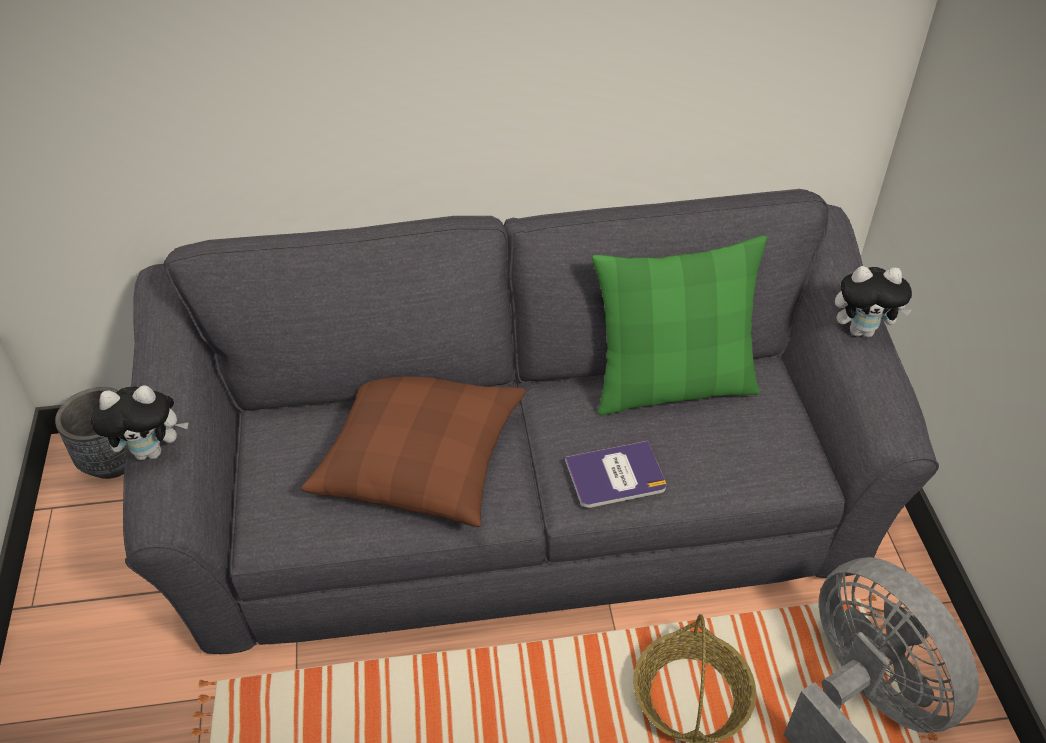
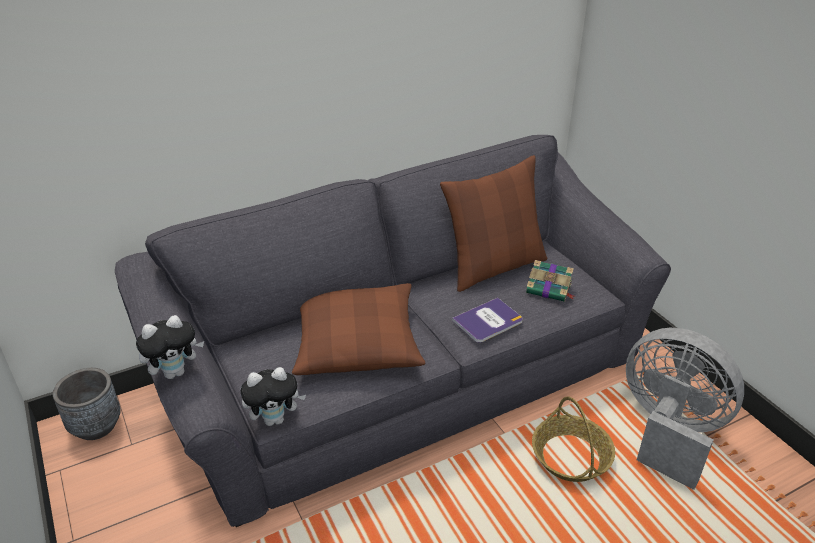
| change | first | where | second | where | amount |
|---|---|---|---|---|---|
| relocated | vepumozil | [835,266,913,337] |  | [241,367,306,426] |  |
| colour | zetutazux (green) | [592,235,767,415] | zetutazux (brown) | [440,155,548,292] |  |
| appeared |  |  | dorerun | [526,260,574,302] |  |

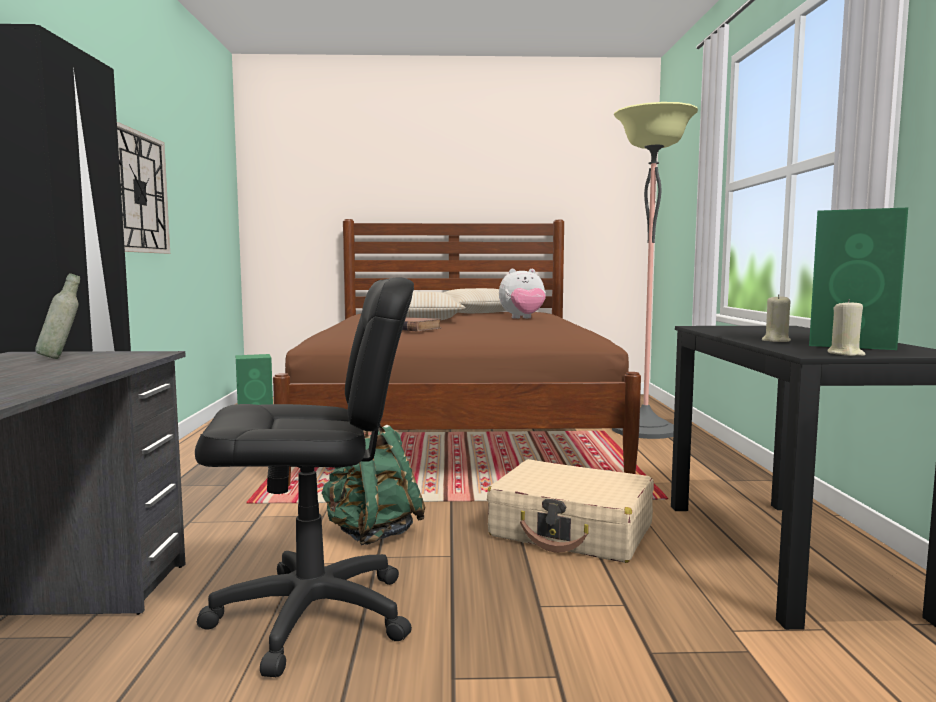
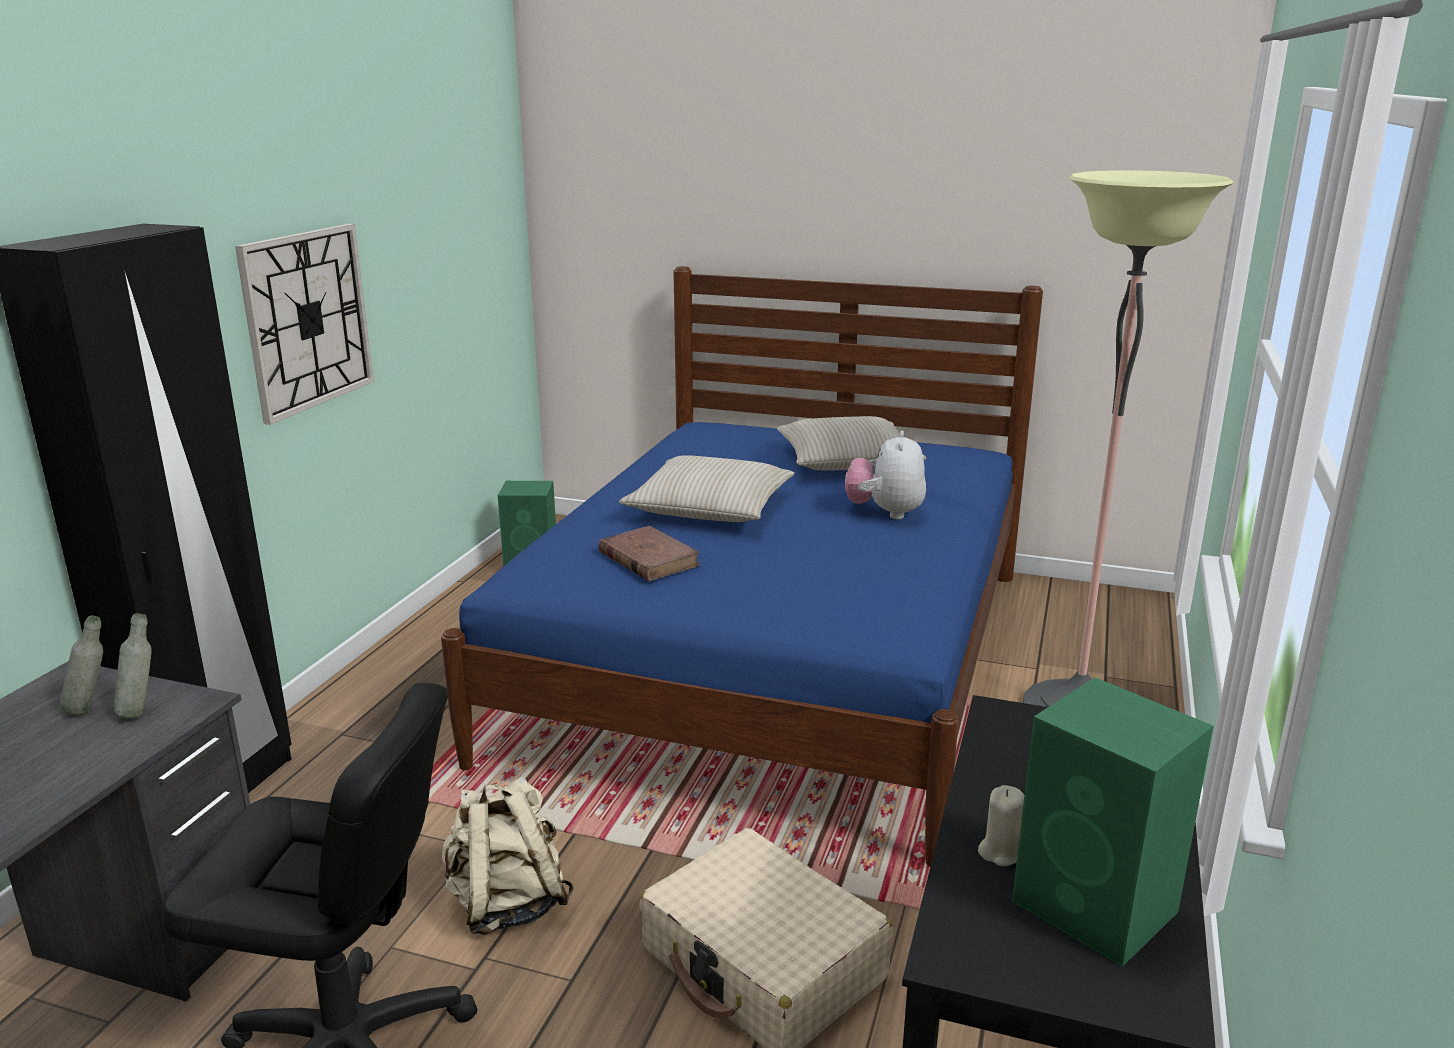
| change | first | where | second | where | amount |
|---|---|---|---|---|---|
| appeared |  |  | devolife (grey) | [113,613,152,718] |  |
| colour | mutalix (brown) | [273,219,641,487] | mutalix (blue) | [441,266,1043,866] |  |
| colour | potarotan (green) | [322,425,425,545] | potarotan (beige) | [442,776,574,935] |  |
| spun | vepumozil | [499,269,546,319] |  | [845,431,926,519] | 90 degrees clockwise |
| missing | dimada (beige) | [827,299,866,356] |  |  |  |

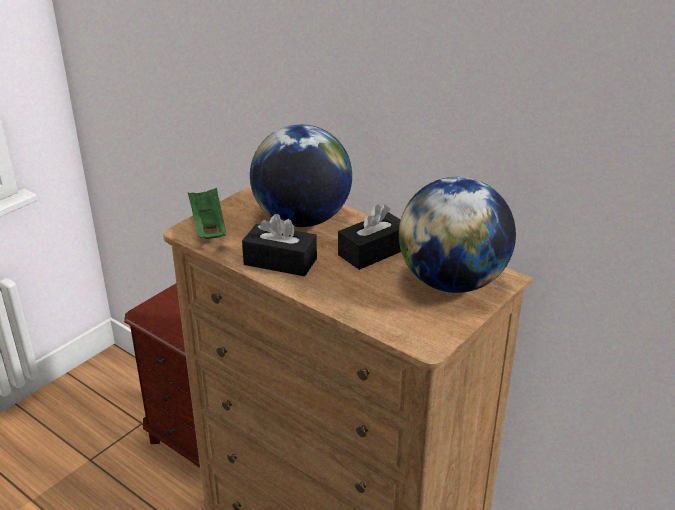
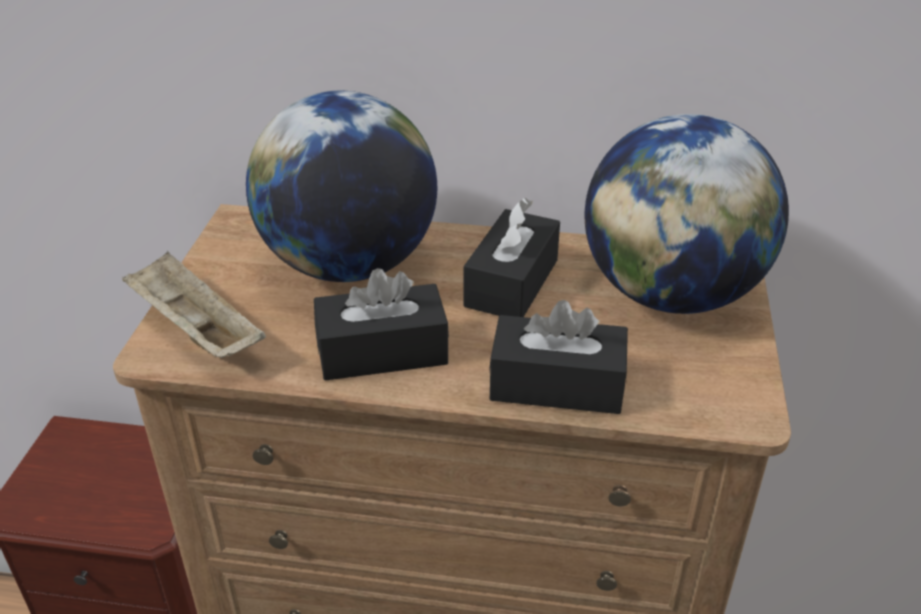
| change | first | where | second | where | amount |
|---|---|---|---|---|---|
| colour | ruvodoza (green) | [188,188,226,239] | ruvodoza (beige) | [122,252,266,358] |  |
| appeared |  |  | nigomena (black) | [489,300,628,414] |  |

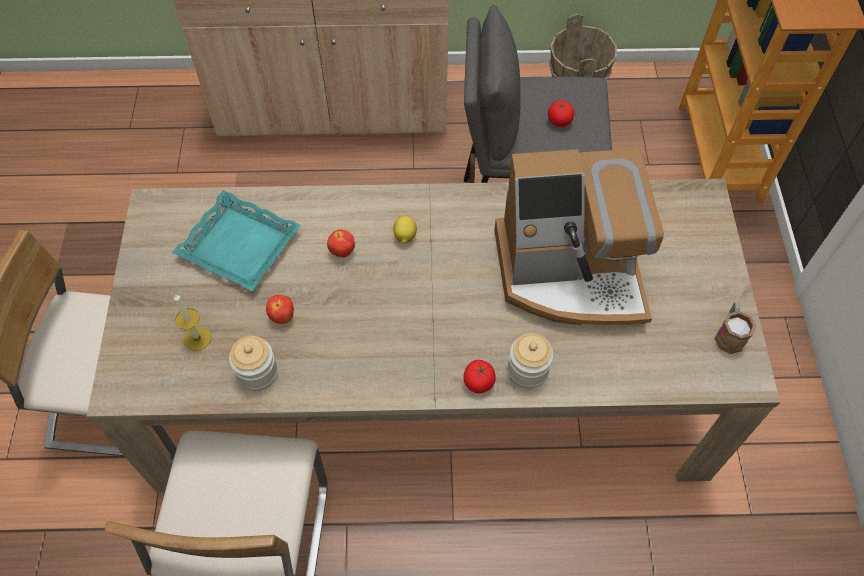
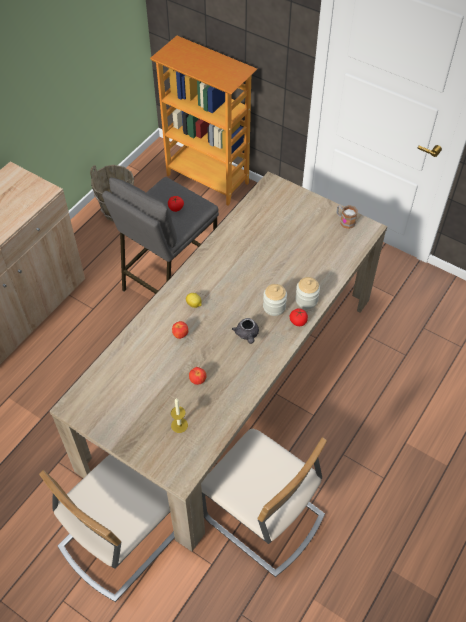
| change | first | where | second | where | amount |
|---|---|---|---|---|---|
| appeared |  |  | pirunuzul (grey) | [232,318,259,344] |  |
| relocated | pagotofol | [229,336,278,391] |  | [263,284,287,316] |  |
| missing | ruvodoza (turquoise) | [172,190,301,291] |  |  |  |
| missing | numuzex | [494,148,664,325] |  |  |  |

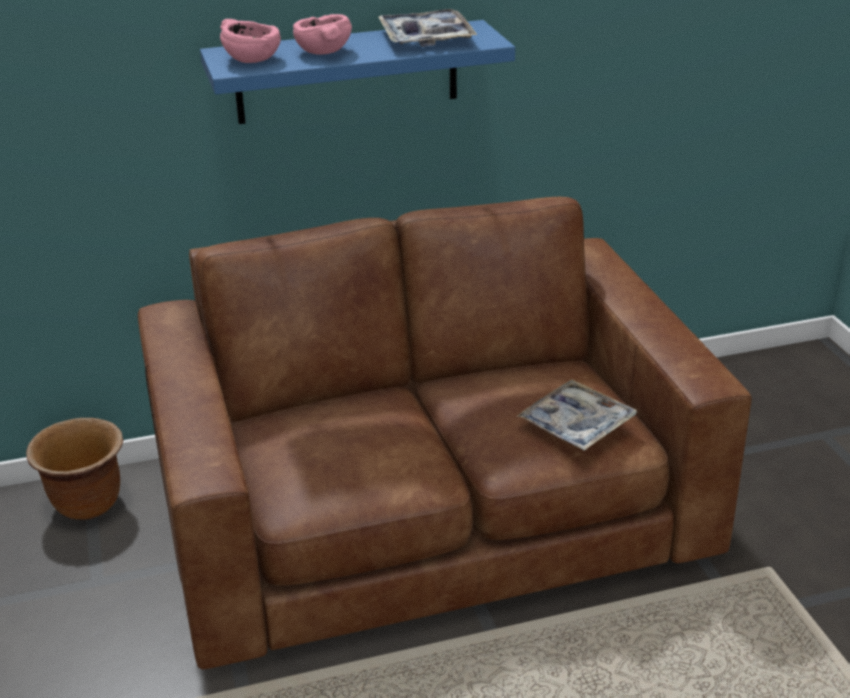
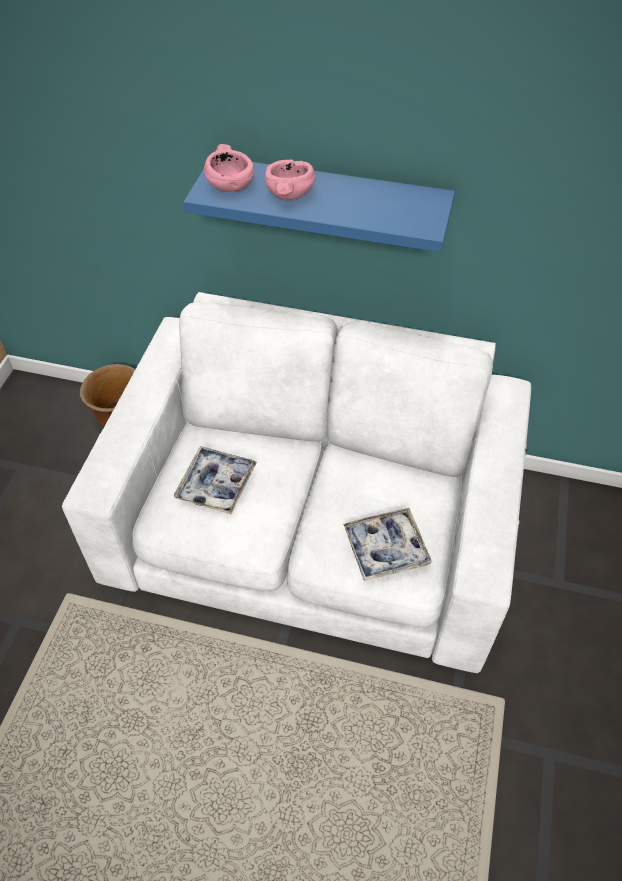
| change | first | where | second | where | amount |
|---|---|---|---|---|---|
| colour | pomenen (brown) | [138,197,752,669] | pomenen (white) | [62,292,531,673] |  |
| relocated | ruvodoza | [378,9,477,47] |  | [173,446,257,514] |  |

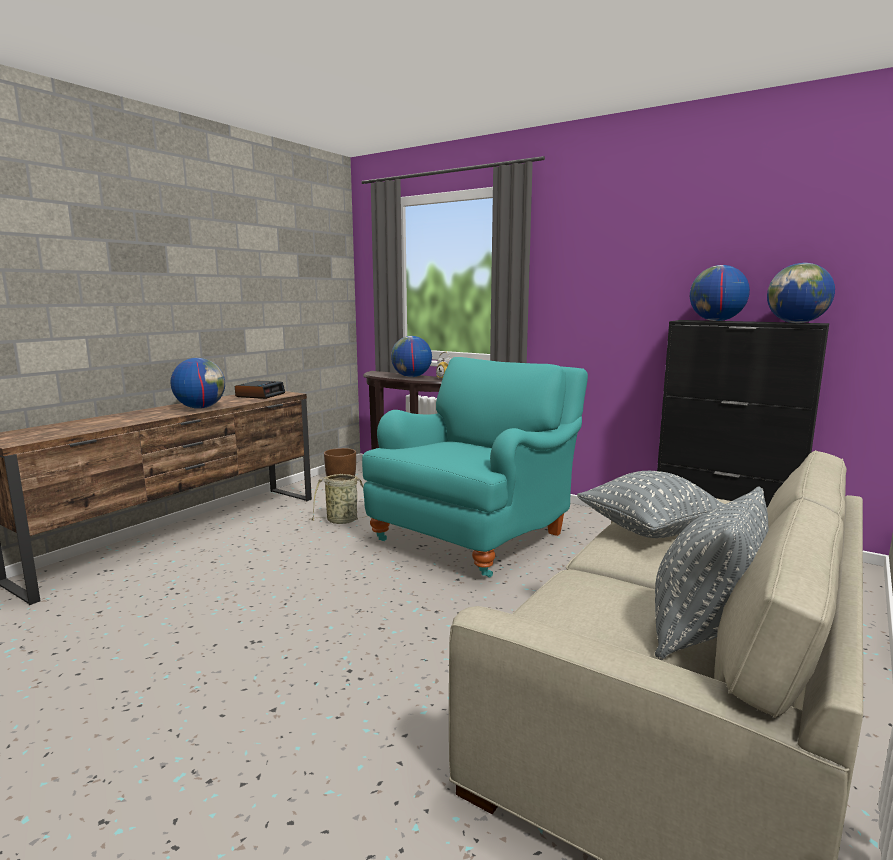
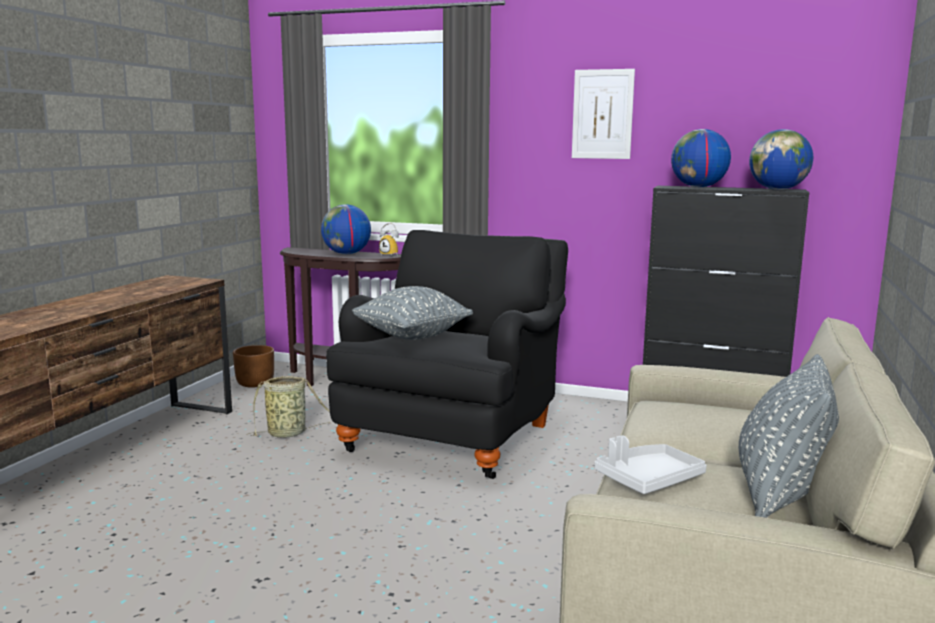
| change | first | where | second | where | amount |
|---|---|---|---|---|---|
| colour | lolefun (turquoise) | [362,357,588,578] | lolefun (black) | [326,230,568,479] |  |
| relocated | zetutazux (grey) | [577,471,725,538] |  | [352,286,473,340] |  |
| appeared |  |  | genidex | [572,69,635,159] |  |
| appeared |  |  | ruvodoza (grey) | [595,435,707,494] |  |
| missing | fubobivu | [171,358,225,409] |  |  |  |
| missing | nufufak | [235,381,285,399] |  |  |  |

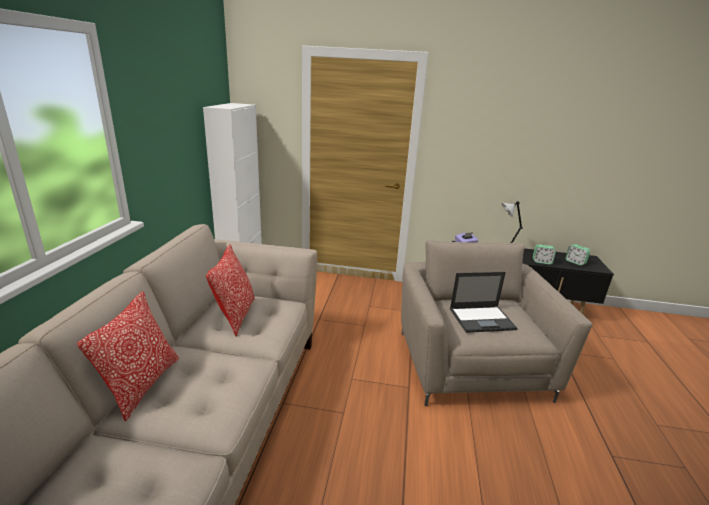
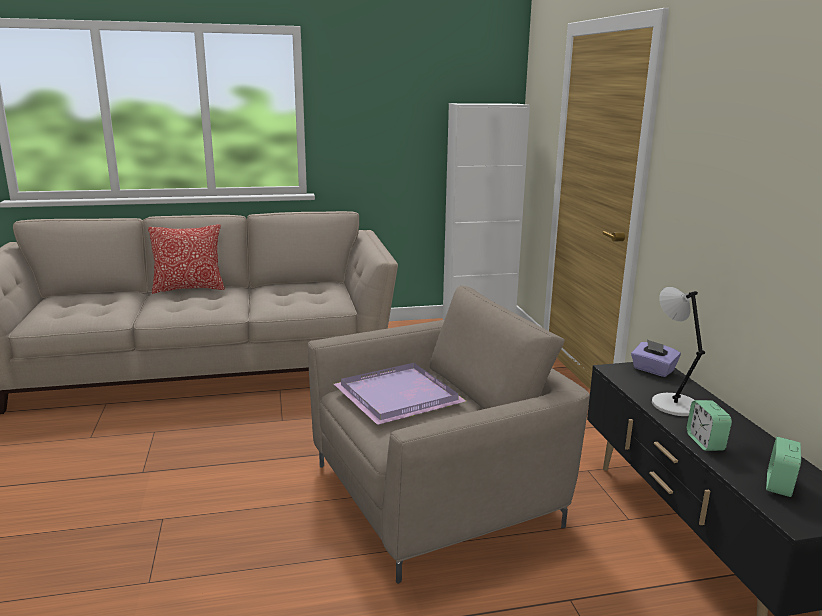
| change | first | where | second | where | amount |
|---|---|---|---|---|---|
| exchanged | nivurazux | [450,272,517,333] | ruvodoza (purple) | [334,363,466,425] |  |
| missing | zetutazux | [206,244,255,336] |  |  |  |

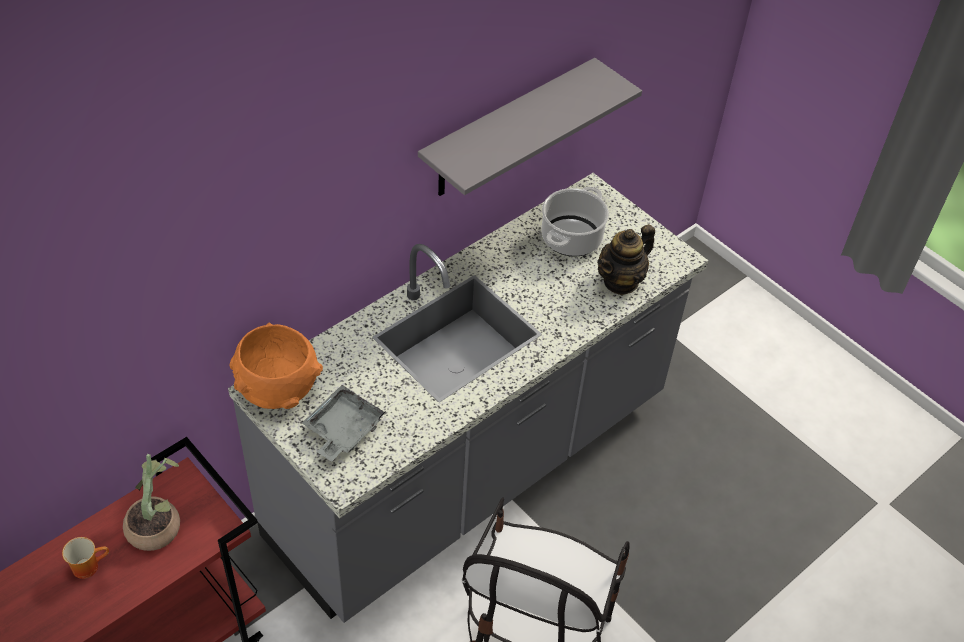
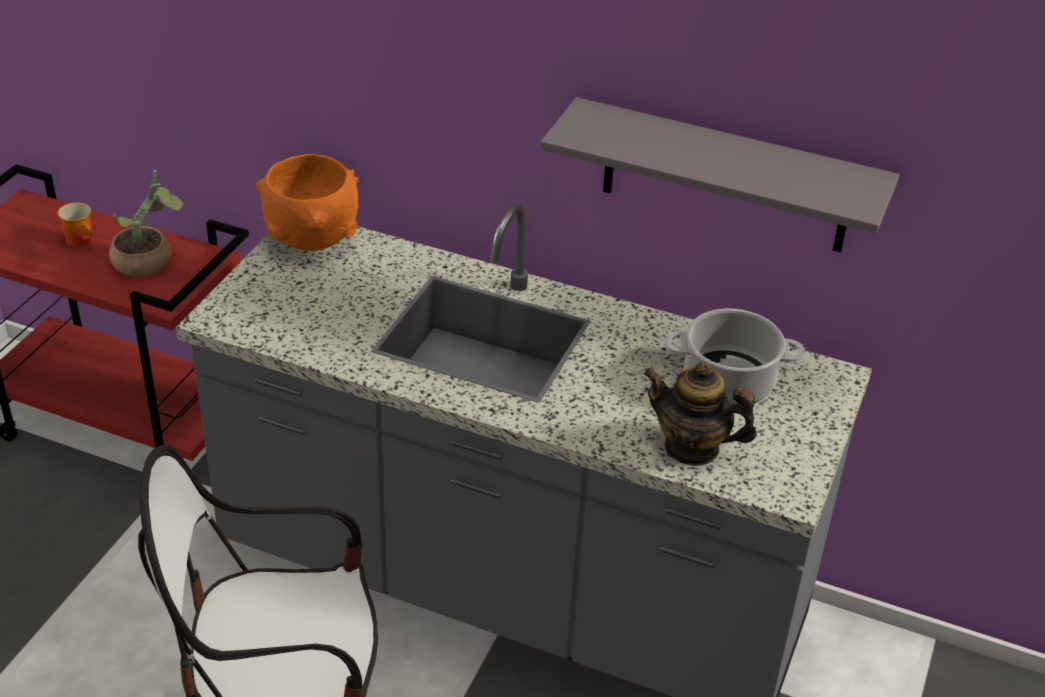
| change | first | where | second | where | amount |
|---|---|---|---|---|---|
| missing | ruvodoza (grey) | [302,385,386,462] |  |  |  |

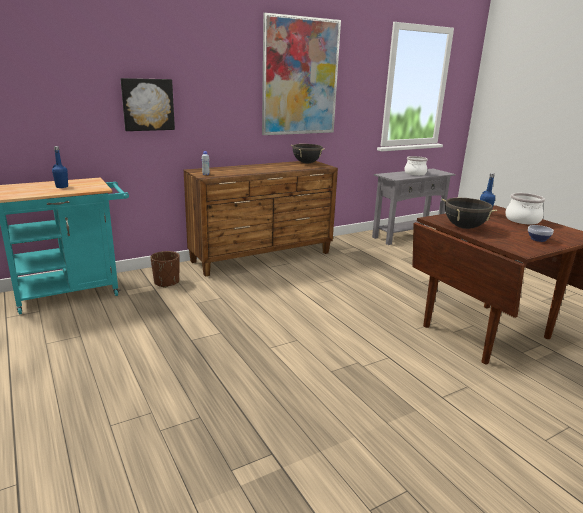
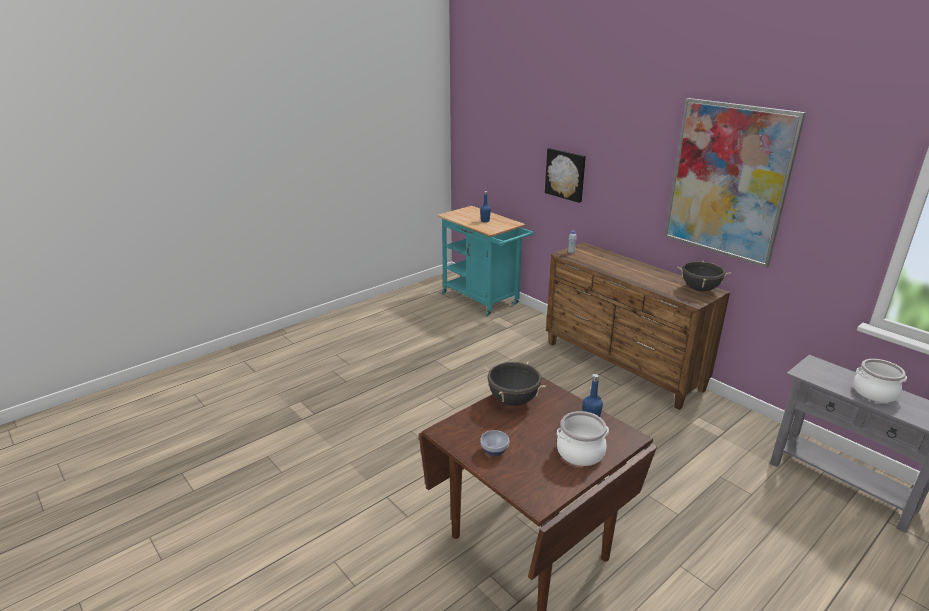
| change | first | where | second | where | amount |
|---|---|---|---|---|---|
| missing | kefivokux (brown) | [150,251,180,288] |  |  |  |

